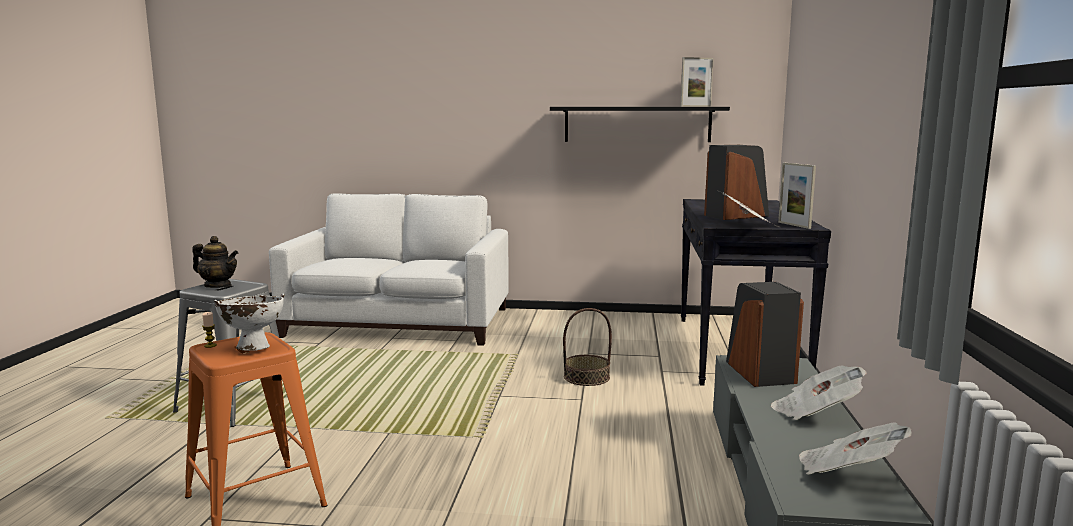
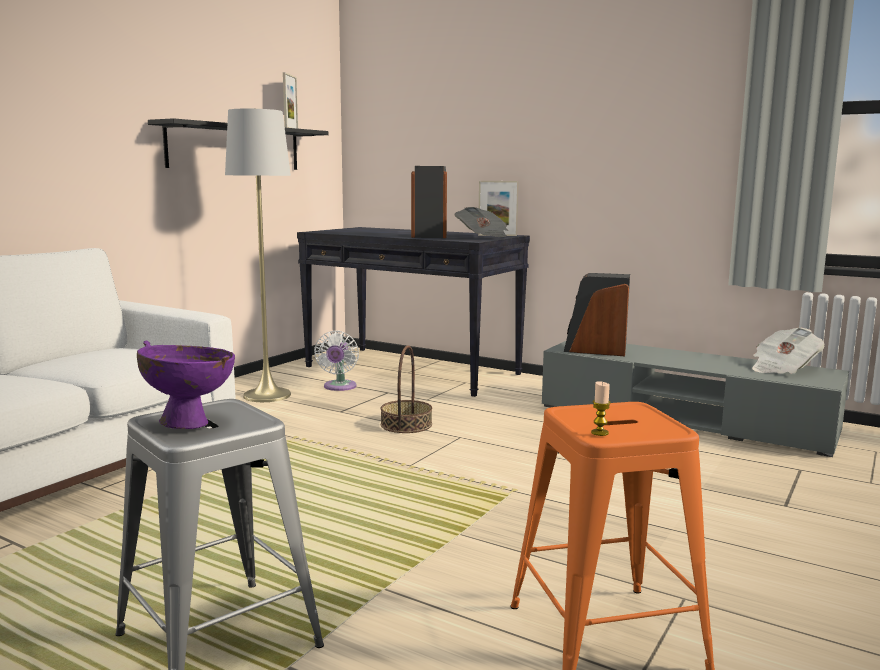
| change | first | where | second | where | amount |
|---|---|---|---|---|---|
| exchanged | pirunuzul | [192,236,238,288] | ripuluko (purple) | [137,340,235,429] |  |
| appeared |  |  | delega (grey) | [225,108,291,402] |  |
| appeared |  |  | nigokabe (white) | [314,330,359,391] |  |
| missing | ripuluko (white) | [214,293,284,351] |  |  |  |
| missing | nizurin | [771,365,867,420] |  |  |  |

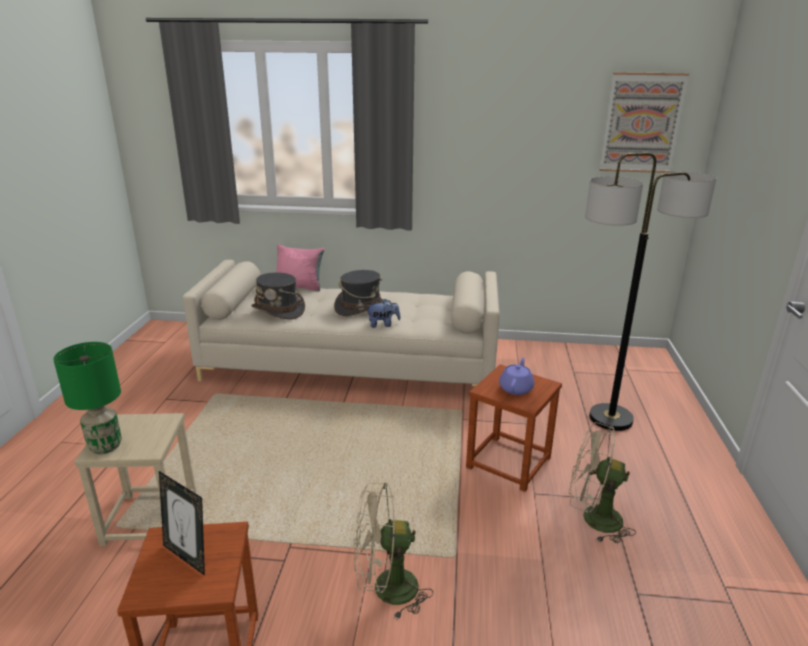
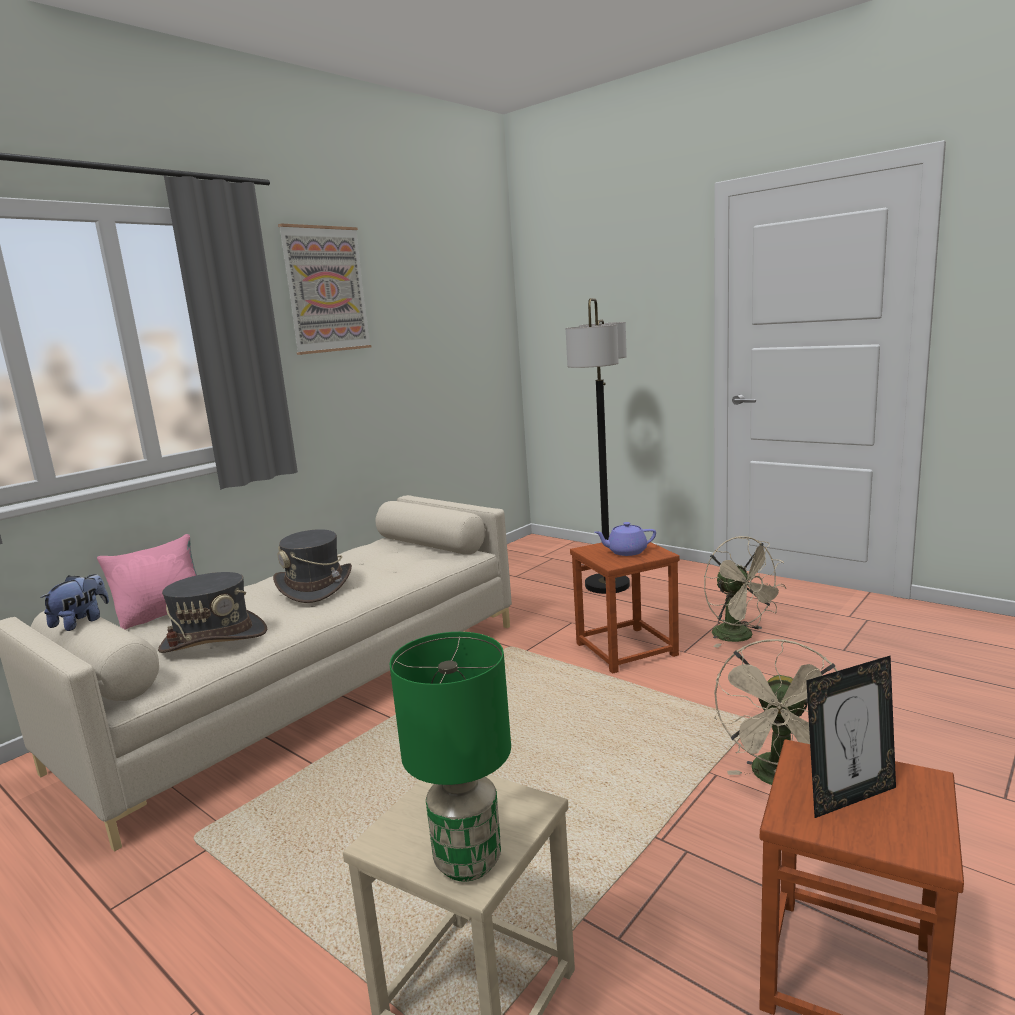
| change | first | where | second | where | amount |
|---|---|---|---|---|---|
| relocated | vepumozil | [366,299,400,328] |  | [40,574,109,631] |  |
| relocated | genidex | [599,72,689,173] |  | [278,223,371,355] |  |
| spun | pirunuzul (purple) | [499,358,534,395] |  | [594,522,656,556] | 60 degrees counterclockwise |
| spun | nigokabe (beige) | [569,422,636,543] |  | [704,536,786,648] | 75 degrees counterclockwise |

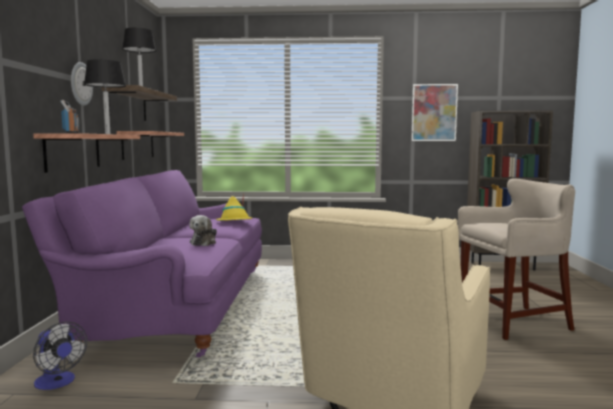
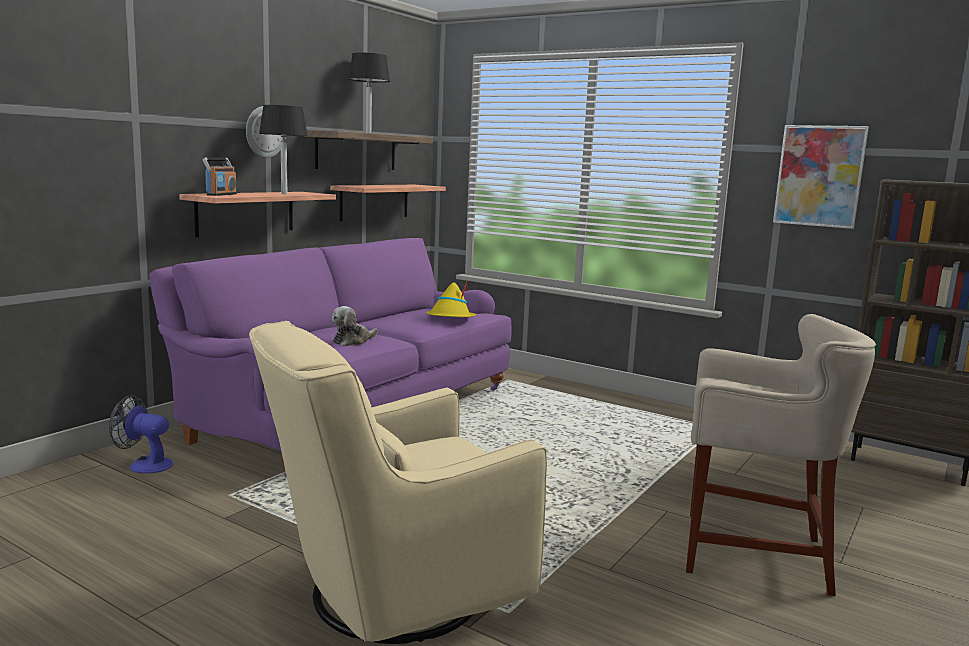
| change | first | where | second | where | amount |
|---|---|---|---|---|---|
| spun | nigokabe | [33,322,87,390] |  | [109,395,174,473] | 120 degrees clockwise |

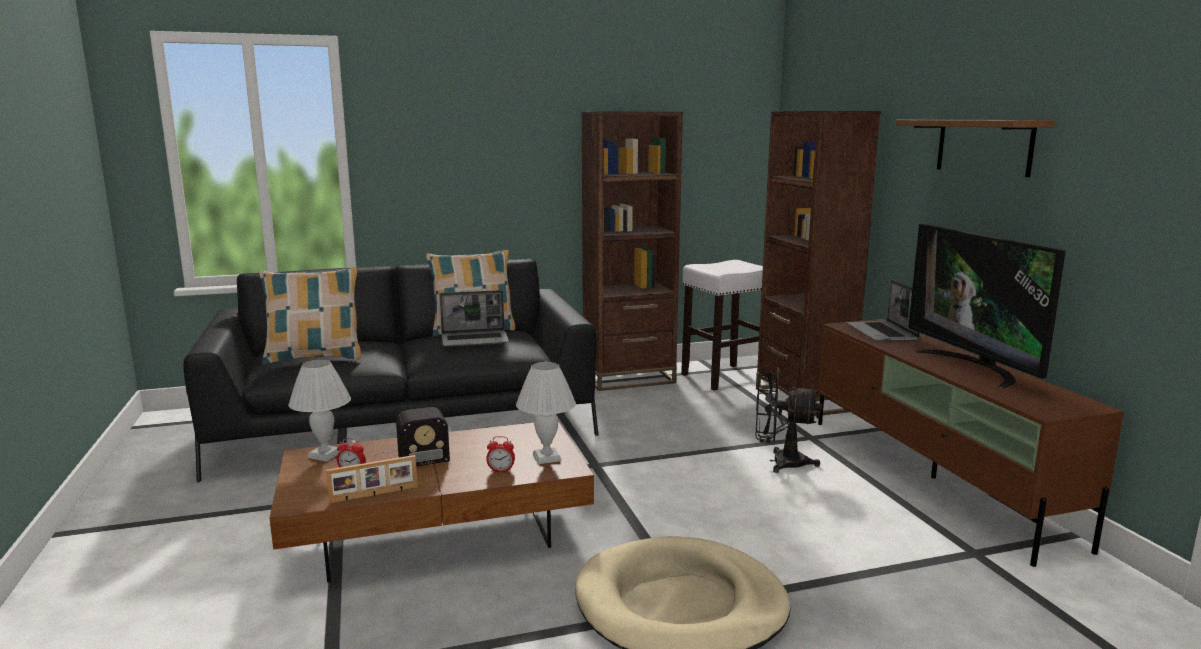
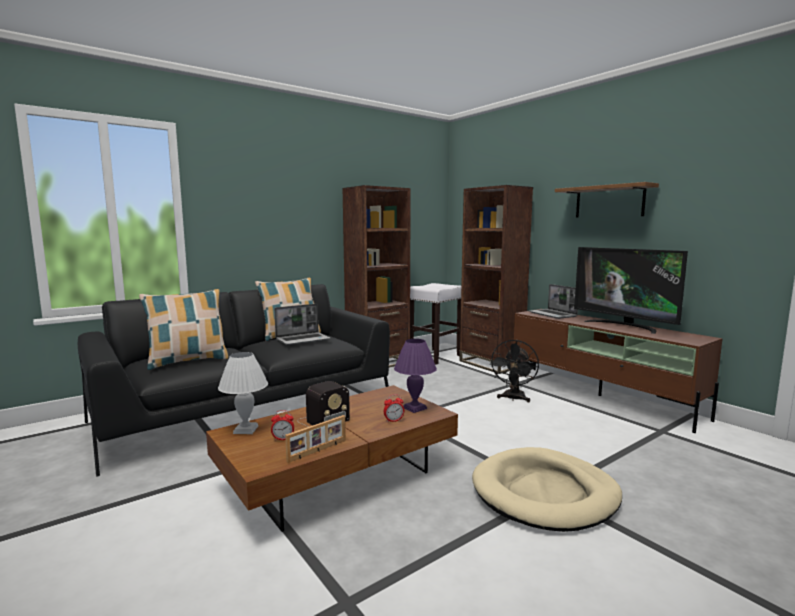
| change | first | where | second | where | amount |
|---|---|---|---|---|---|
| colour | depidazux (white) | [516,362,576,464] | depidazux (purple) | [394,339,437,413] |  |
| spun | nigokabe (black) | [756,367,822,473] |  | [490,340,539,402] | 60 degrees counterclockwise |

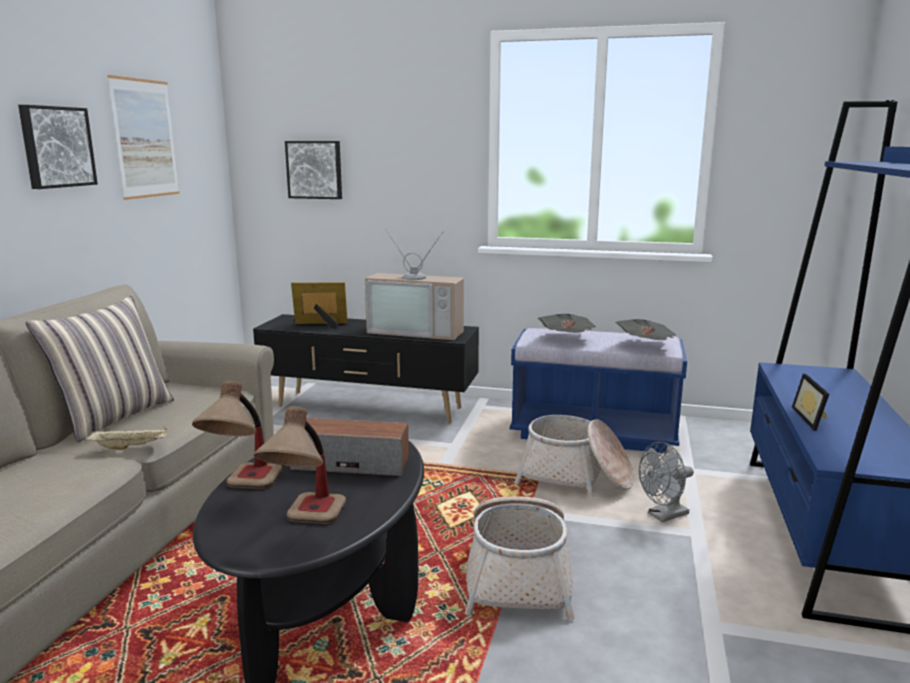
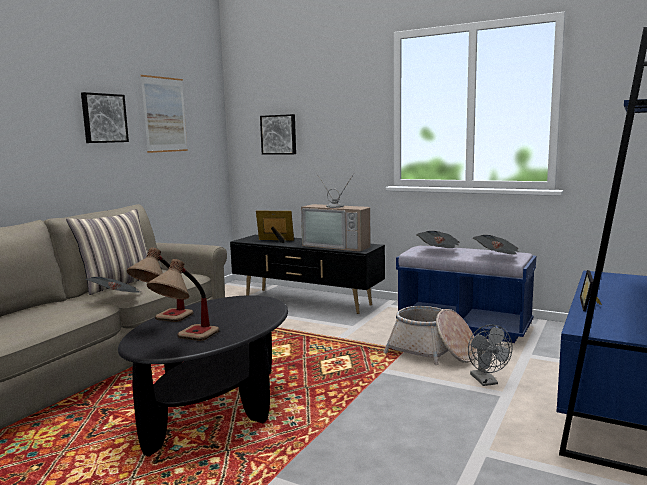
| change | first | where | second | where | amount |
|---|---|---|---|---|---|
| exchanged | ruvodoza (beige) | [86,427,167,450] | nizurin | [85,277,140,293] |  |
| spun | nigokabe (grey) | [639,442,694,522] |  | [468,324,513,386] | 90 degrees counterclockwise |
| missing | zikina | [290,418,409,476] |  |  |  |
| missing | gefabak | [465,496,575,621] |  |  |  |

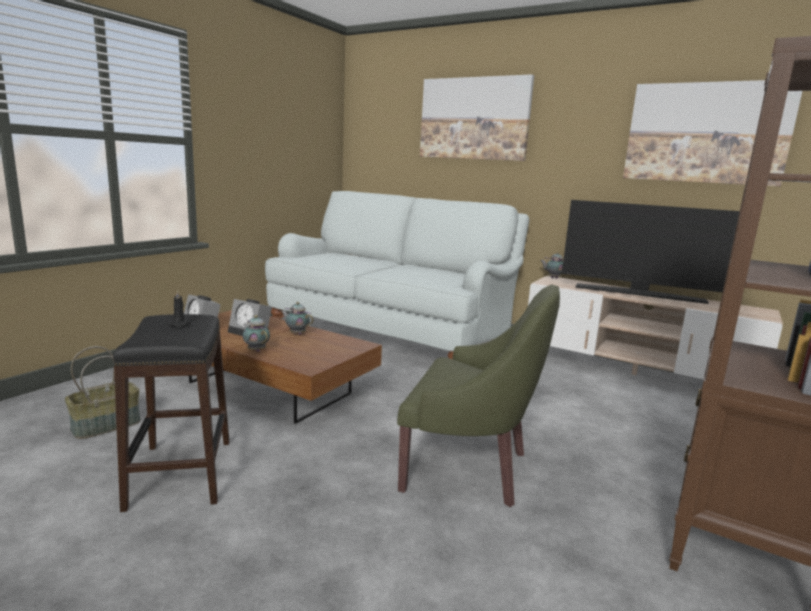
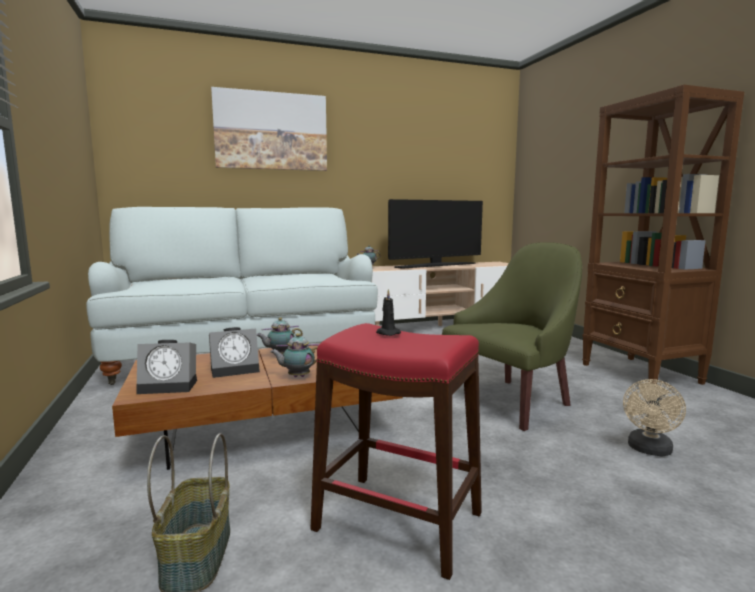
| change | first | where | second | where | amount |
|---|---|---|---|---|---|
| colour | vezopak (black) | [113,314,229,512] | vezopak (red) | [311,323,482,580] |  |
| appeared |  |  | nigokabe (beige) | [623,379,686,456] |  |
| missing | genidex | [623,80,802,186] |  |  |  |

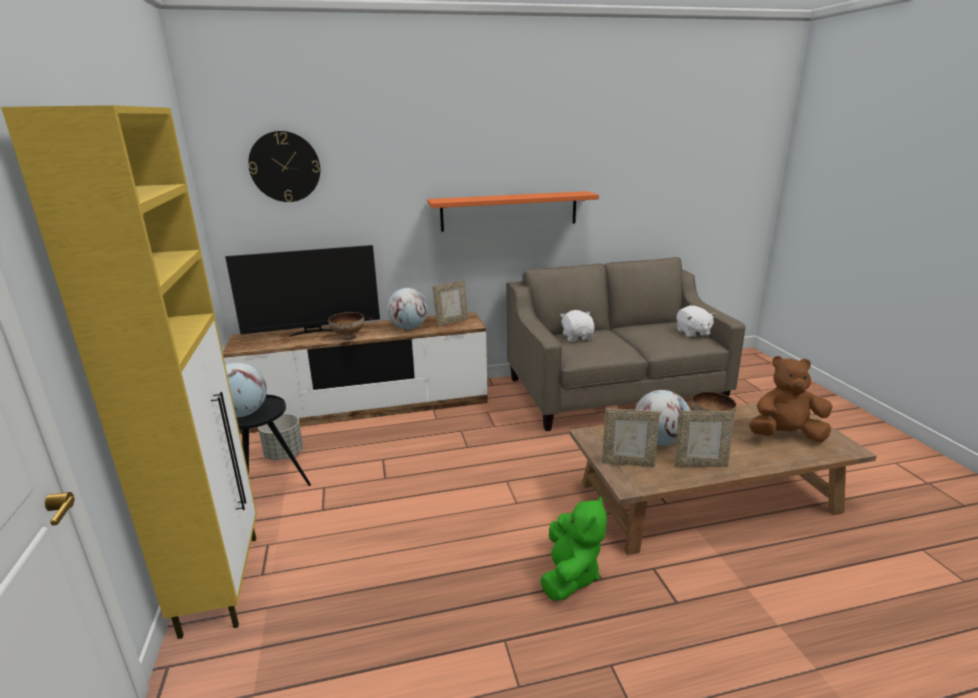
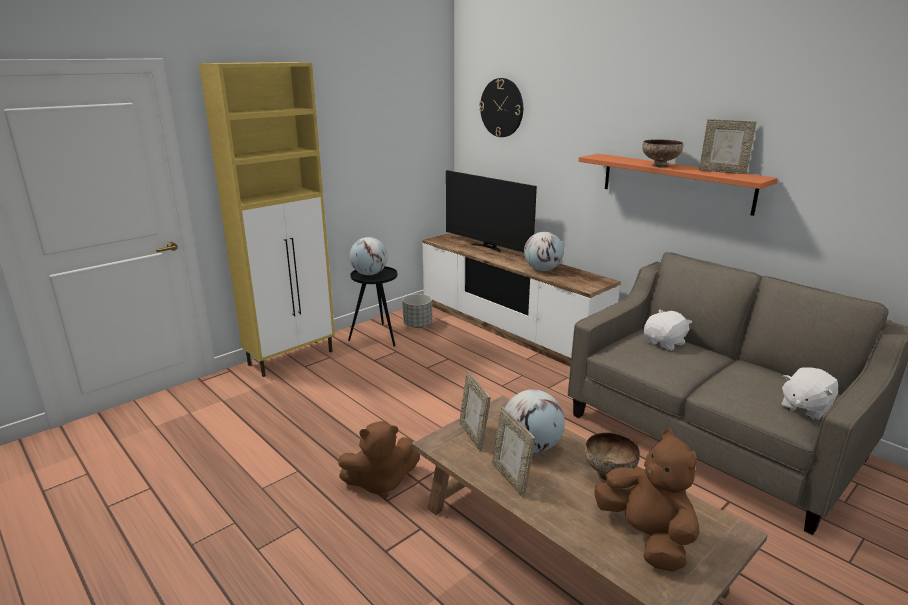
| change | first | where | second | where | amount |
|---|---|---|---|---|---|
| colour | vepumozil (green) | [540,496,607,601] | vepumozil (brown) | [338,421,420,498] |  |
| relocated | ripuluko | [328,312,364,340] |  | [642,139,683,167] |  |
| relocated | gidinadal | [433,280,468,326] |  | [699,119,757,174] |  |

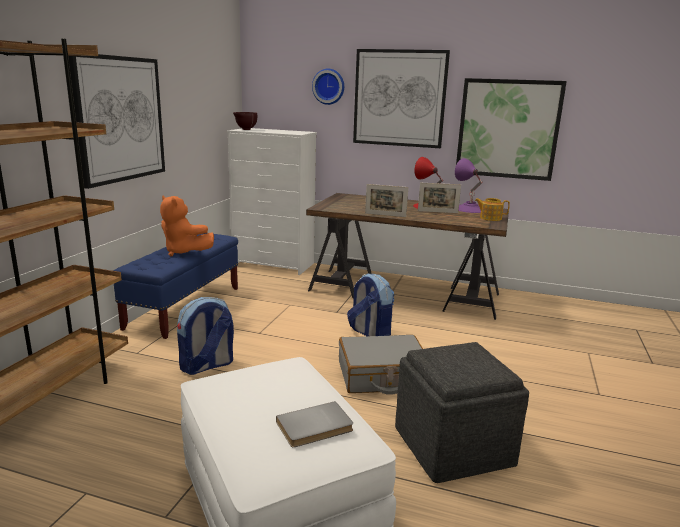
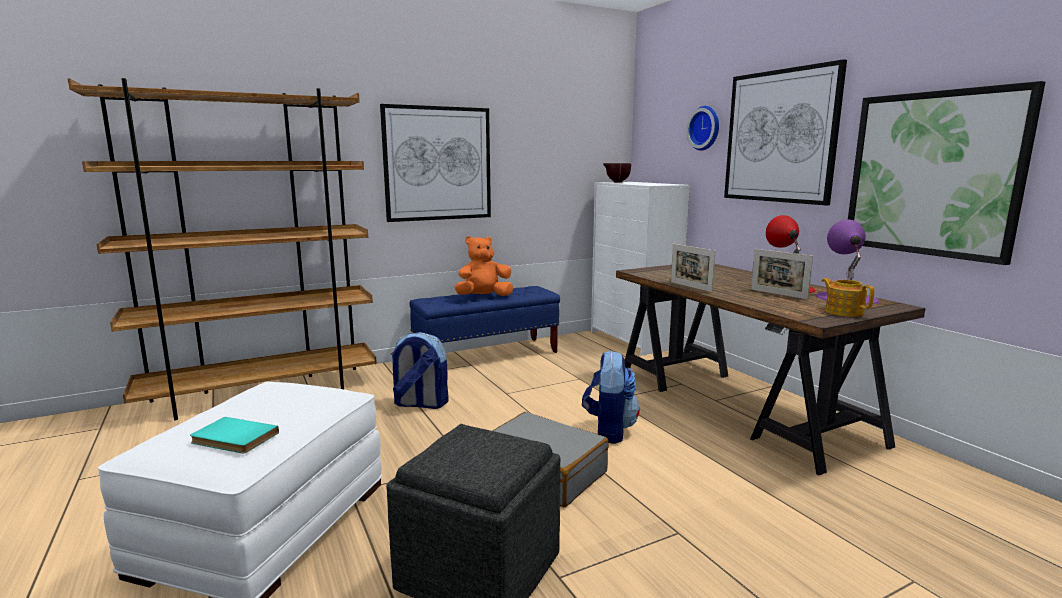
| change | first | where | second | where | amount |
|---|---|---|---|---|---|
| colour | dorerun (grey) | [276,401,353,447] | dorerun (turquoise) | [190,417,279,453] |  |
| spun | vepumozil (orange) | [160,195,214,257] |  | [455,236,513,296] | 75 degrees clockwise |

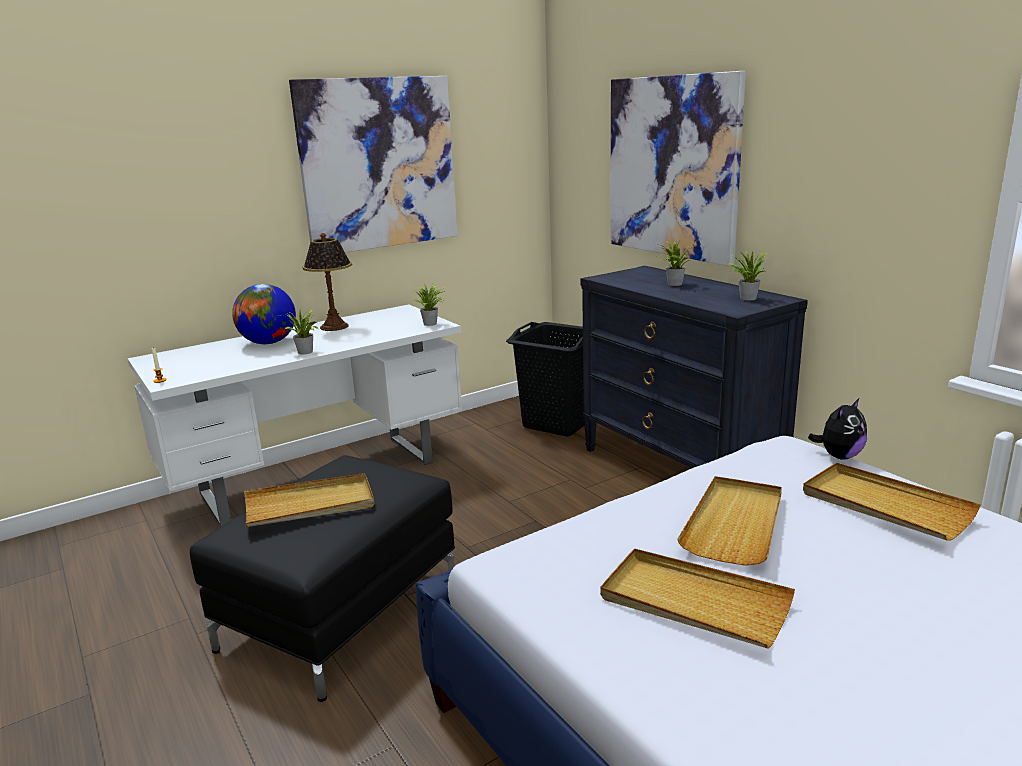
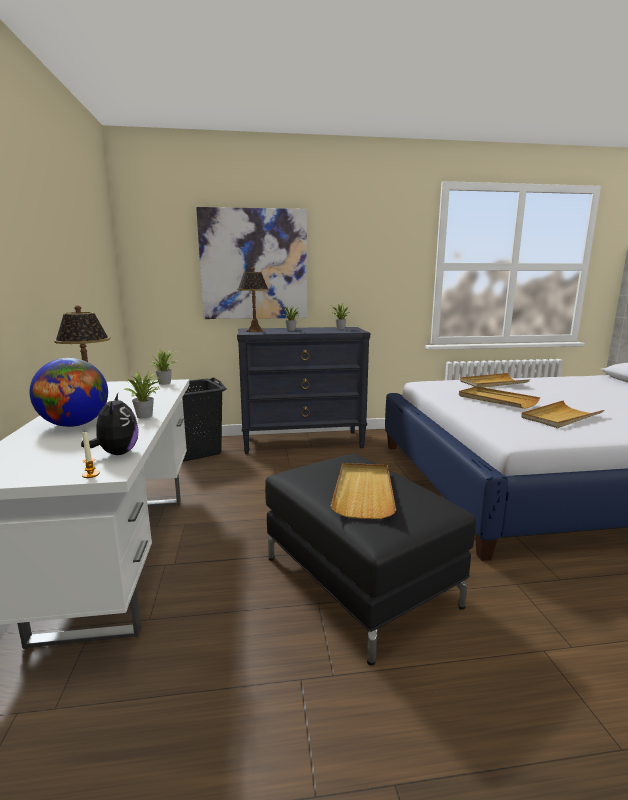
| change | first | where | second | where | amount |
|---|---|---|---|---|---|
| relocated | vepumozil | [808,398,867,460] |  | [81,393,139,455] |  |
| appeared |  |  | depidazux | [237,267,269,332] |  |
| missing | genidex | [289,76,458,253] |  |  |  |

